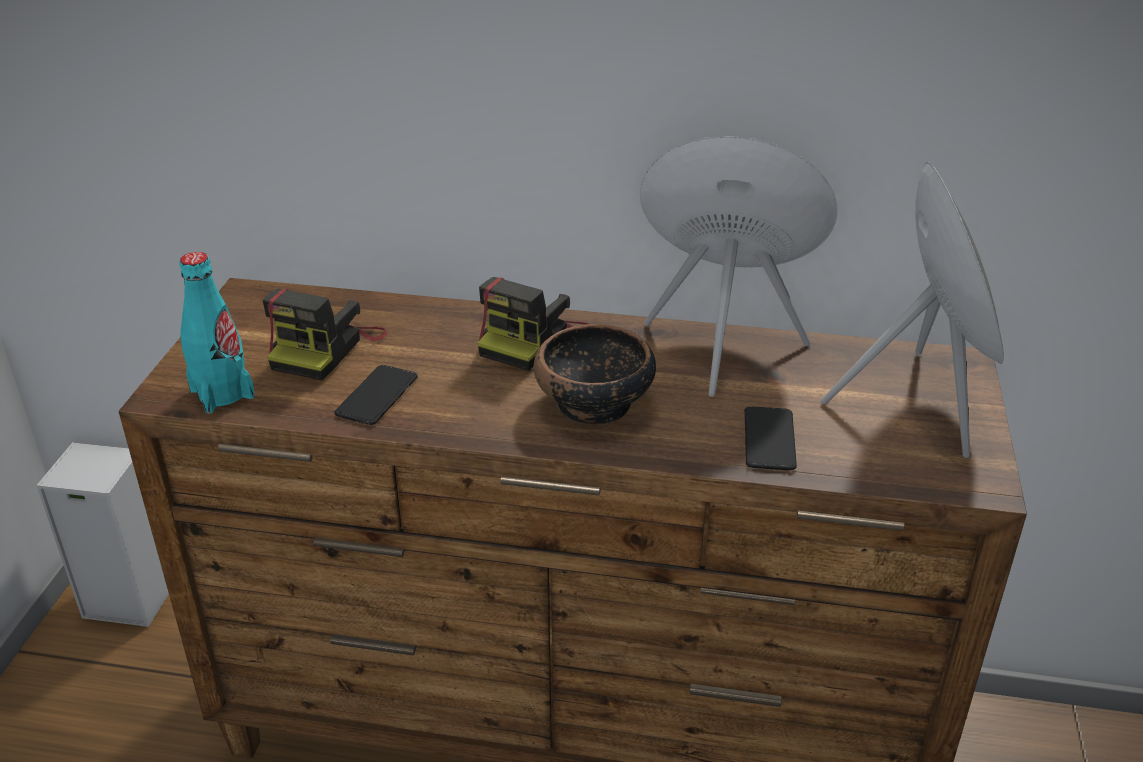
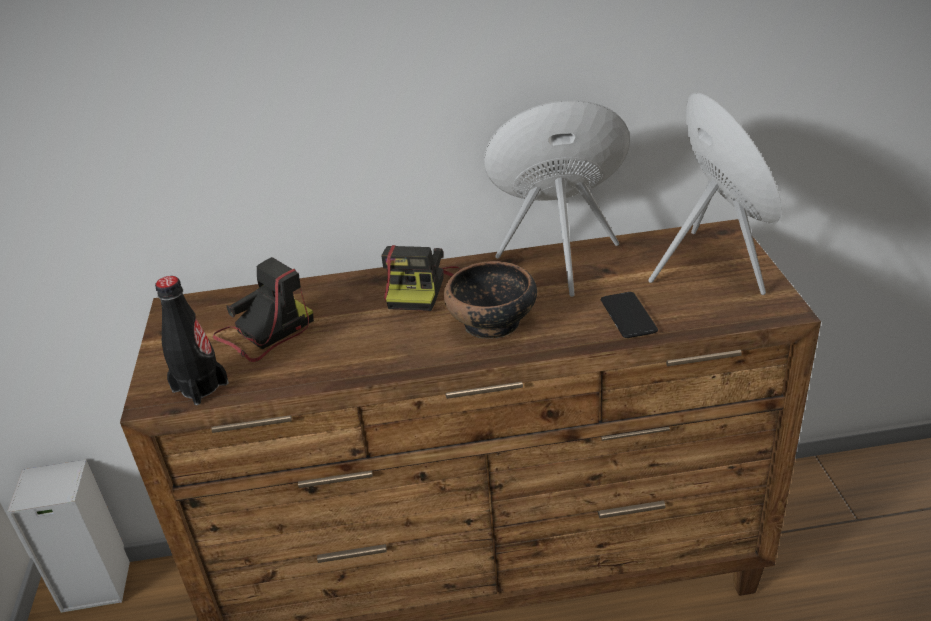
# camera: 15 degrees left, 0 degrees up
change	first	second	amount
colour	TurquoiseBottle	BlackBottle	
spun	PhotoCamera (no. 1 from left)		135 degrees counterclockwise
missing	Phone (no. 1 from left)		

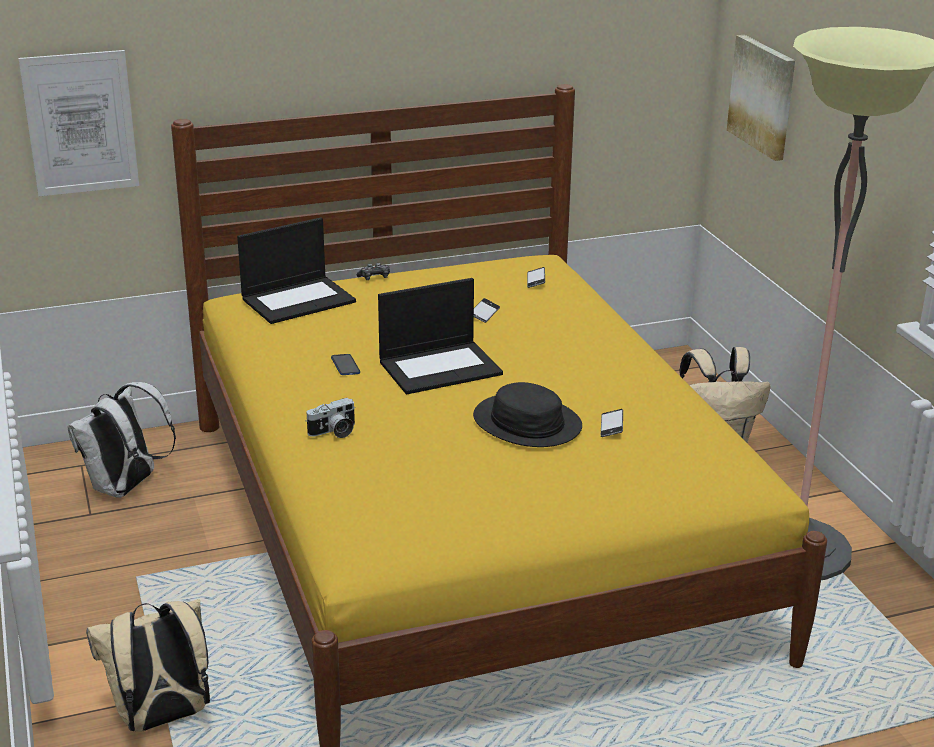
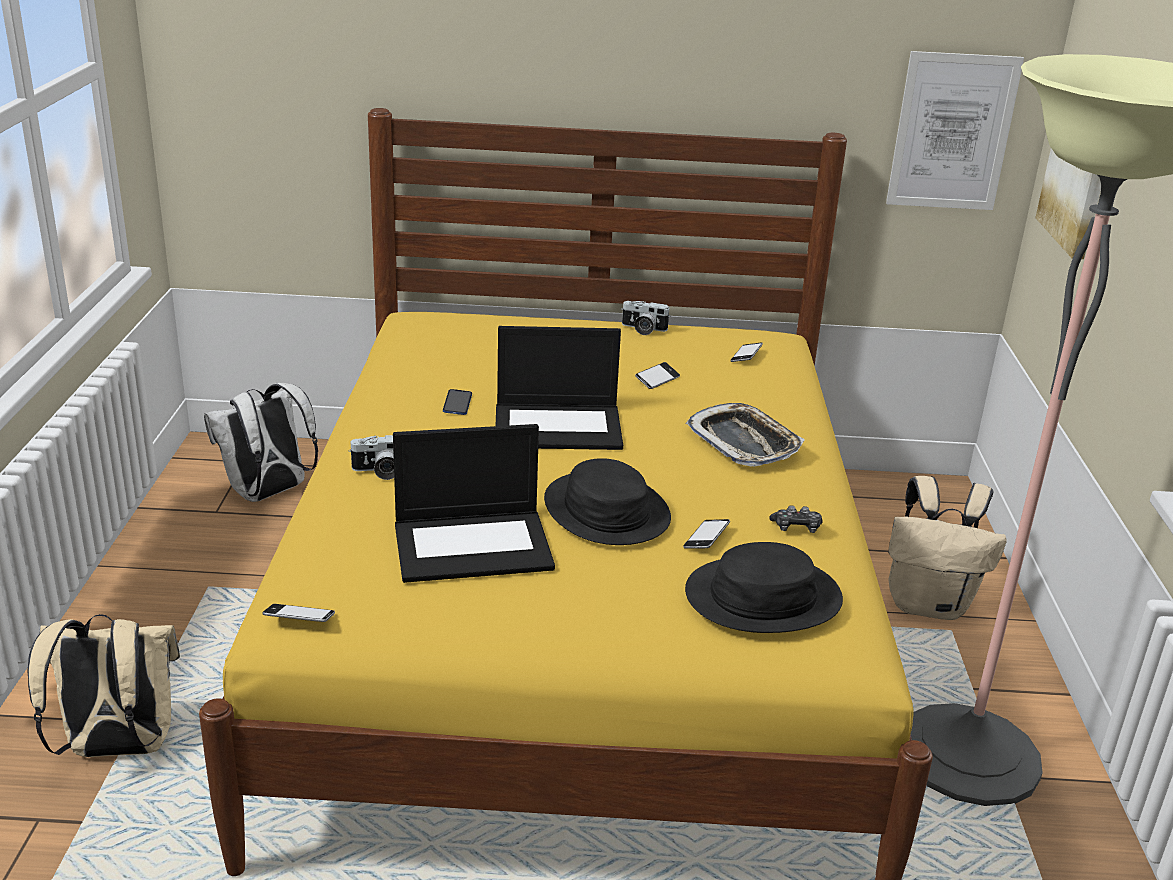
# camera: 20 degrees right, 0 degrees up
change	first	second	amount
relocated	Picture (no. 1 from left)		
relocated	Laptop (no. 1 from left)		
relocated	GameController		
appeared		PhotoCamera (no. 2 from left)	
appeared		Tray	
appeared		BlackHat (no. 2 from left)	
appeared		Phone (no. 1 from left)	

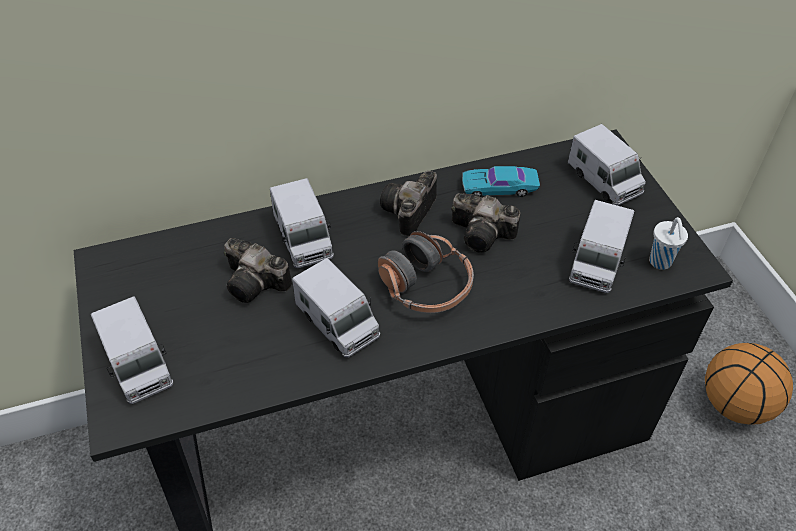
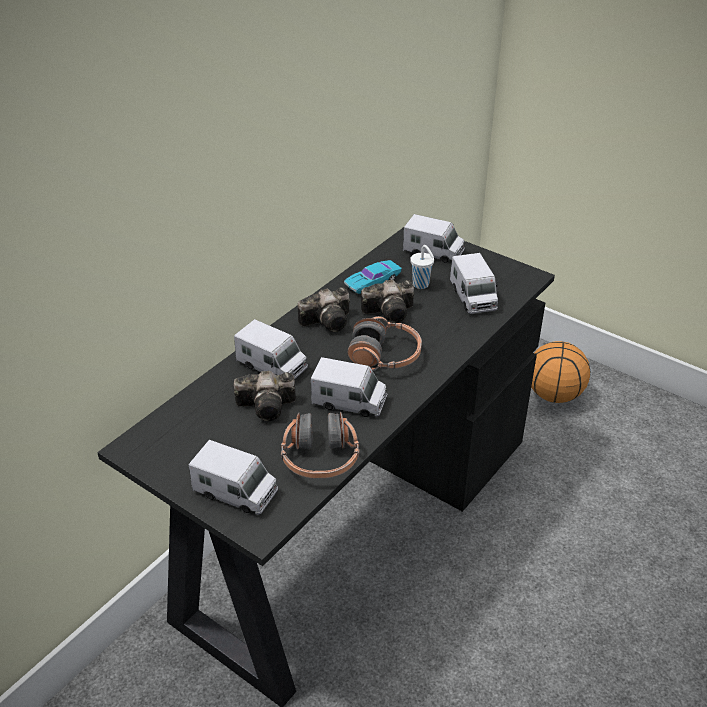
# camera: 35 degrees left, 10 degrees down
change	first	second	amount
spun	PhotoCamera (no. 2 from left)		105 degrees counterclockwise
relocated	WhiteCup		
appeared		Headphones (no. 1 from left)	

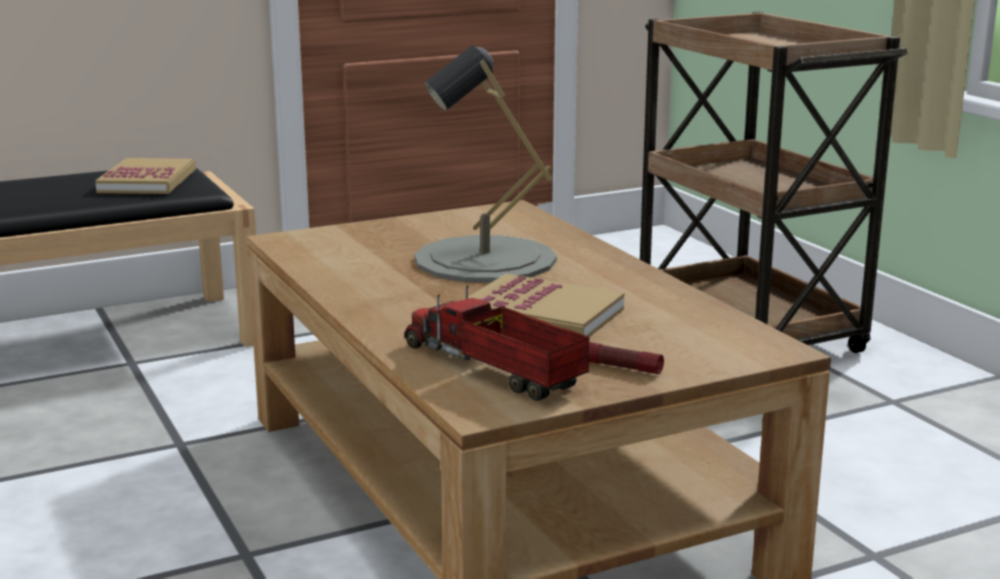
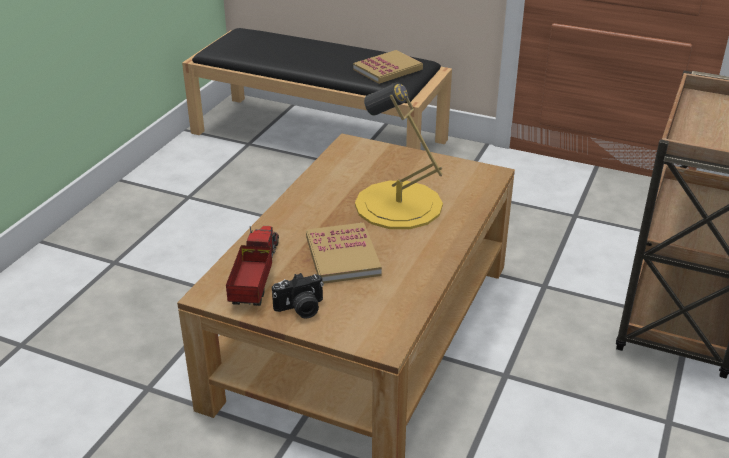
# camera: 50 degrees right, 15 degrees up
change	first	second	amount
colour	GreyTableLamp	YellowTableLamp	
exchanged	Flashlight	PhotoCamera	

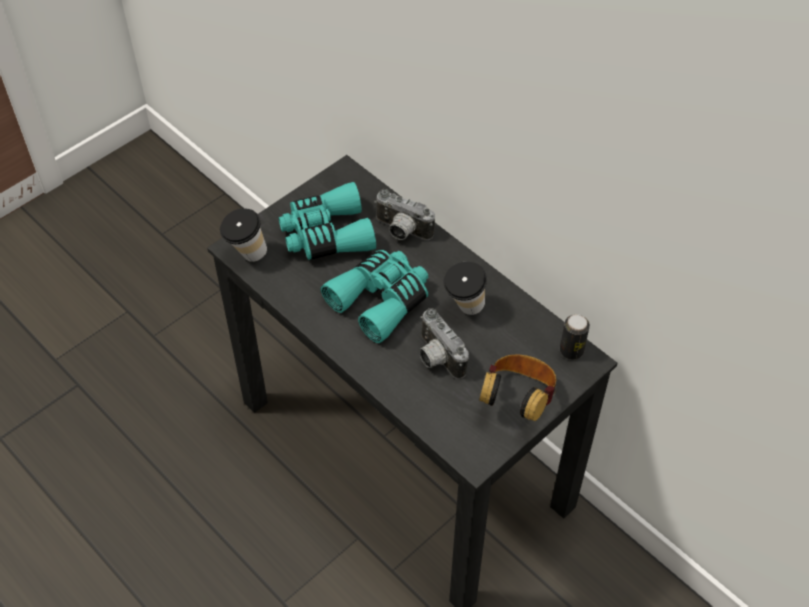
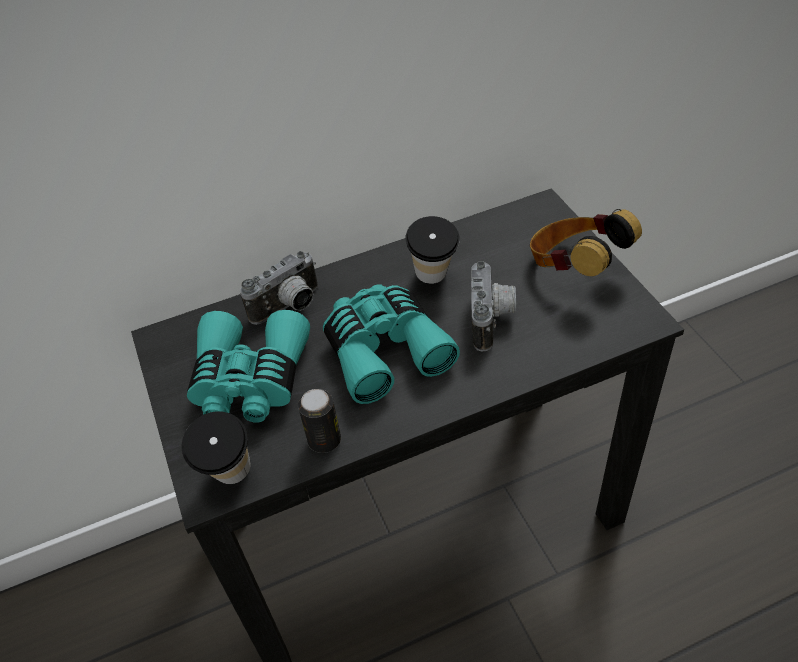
# camera: 65 degrees left, 5 degrees down
change	first	second	amount
spun	PhotoCamera (no. 2 from left)		75 degrees counterclockwise
relocated	Can		

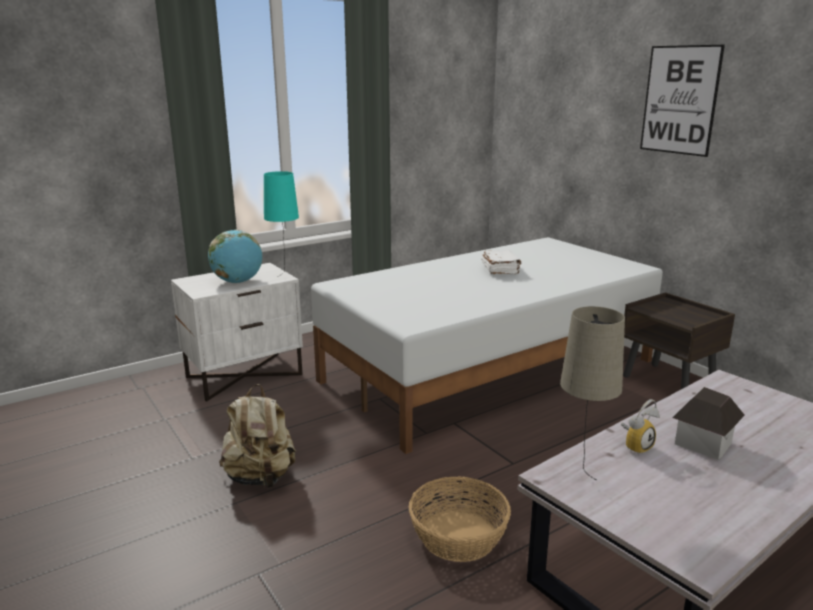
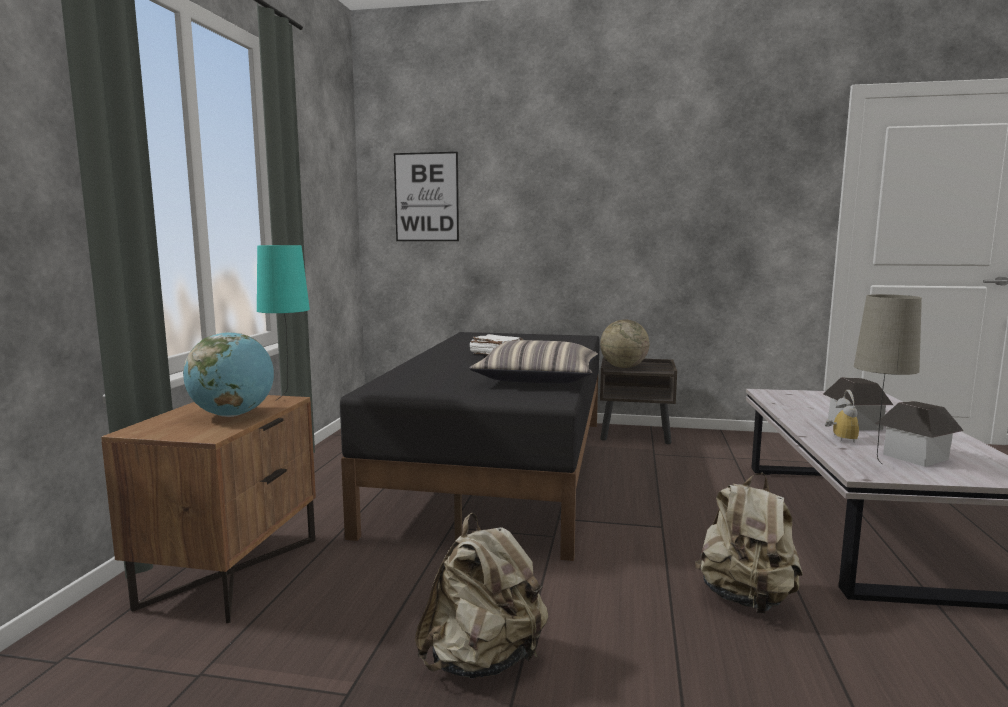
# camera: 45 degrees left, 10 degrees down
change	first	second	amount
relocated	Picture		
colour	WhiteBed	BlackBed	
colour	WhiteNightstand	BrownNightstand (no. 1 from left)	
exchanged	Basket	BeigeBackpack (no. 2 from left)	
appeared		Globe (no. 2 from left)	
appeared		Pillow	
appeared		ToyHouse (no. 2 from left)	

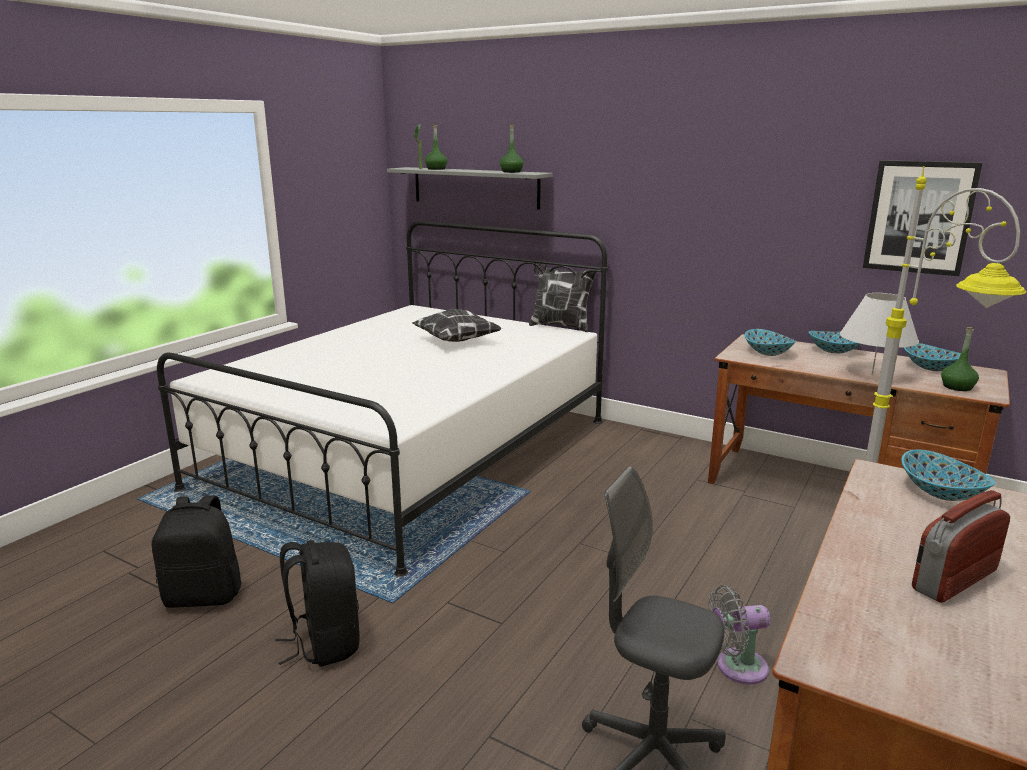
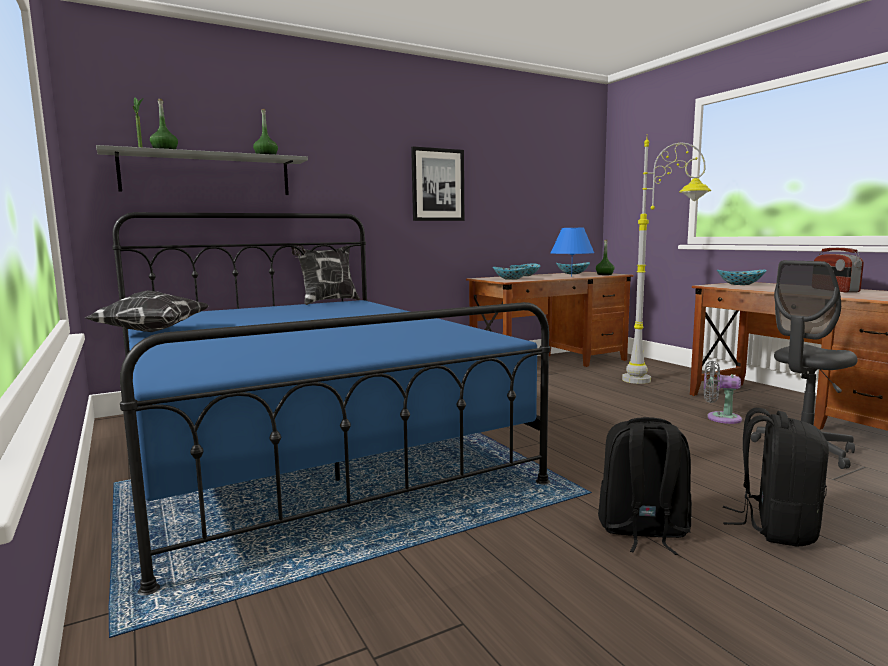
# camera: 60 degrees left, 10 degrees down
change	first	second	amount
relocated	Picture		
colour	WhiteBed	BlueBed	
colour	WhiteTableLamp	BlueTableLamp	
relocated	Pillow (no. 1 from left)		
relocated	BlackBackpack (no. 1 from left in the first image)	BlackBackpack (no. 2 from left)	
spun	GreyFan		90 degrees clockwise

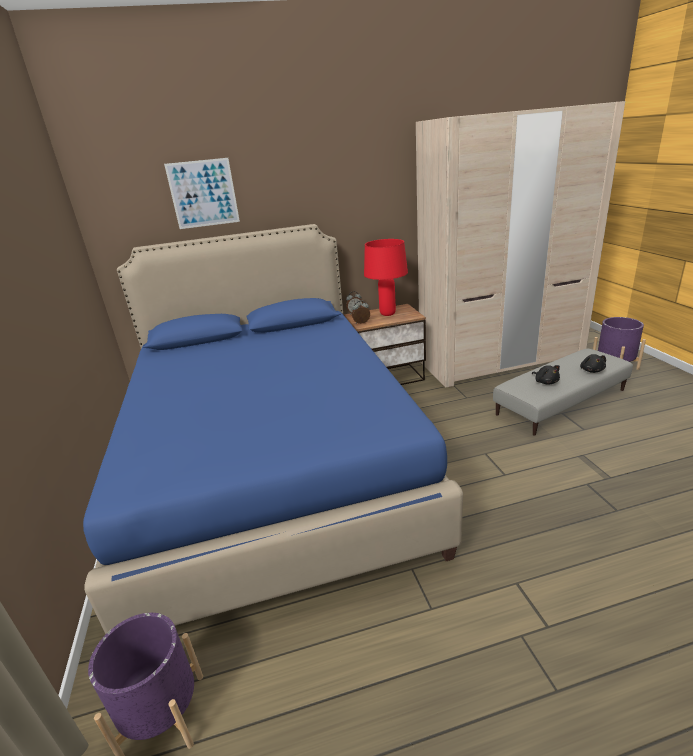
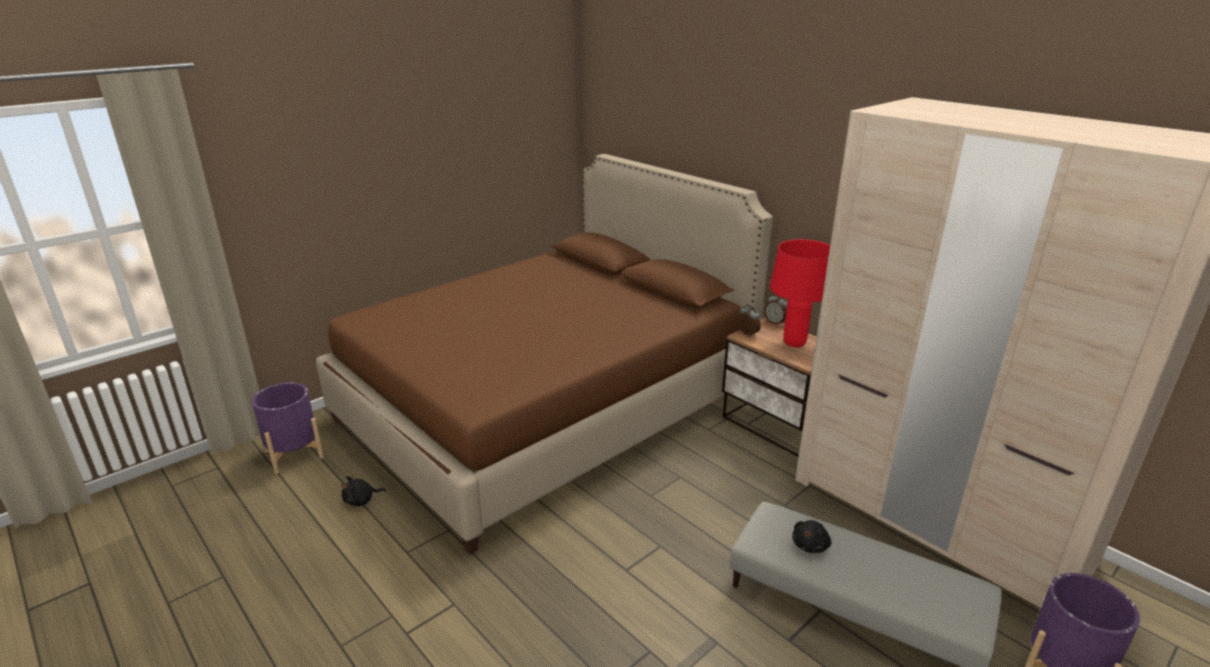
# camera: 60 degrees right, 0 degrees up
change	first	second	amount
missing	Picture		
colour	BlueBed	BrownBed	
relocated	BlackPlushToy (no. 2 from left in the first image)	BlackPlushToy (no. 1 from left)	

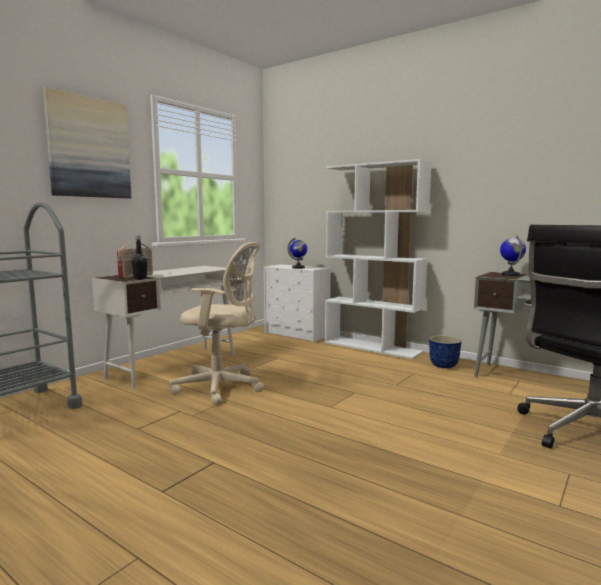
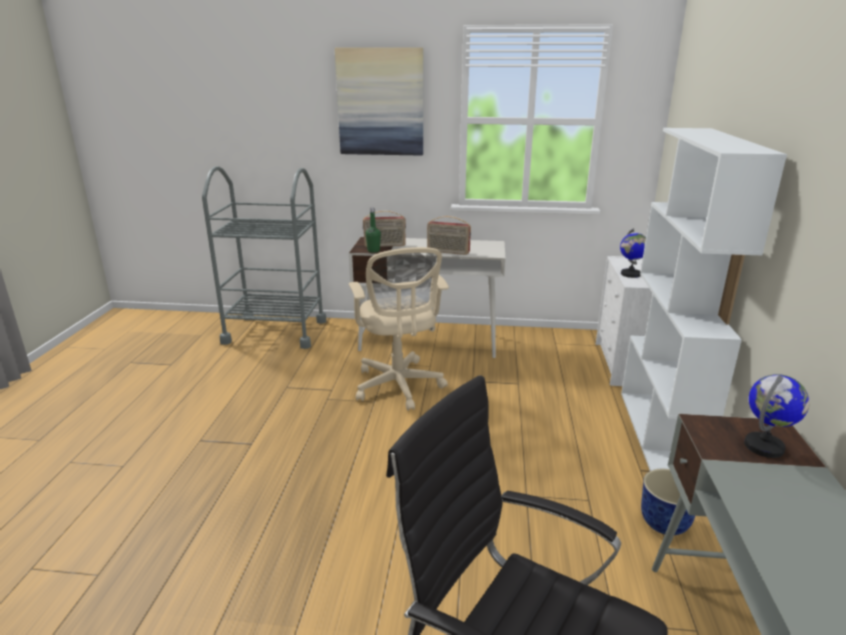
# camera: 60 degrees right, 15 degrees up
change	first	second	amount
colour	BlackBottle	GreenBottle	
appeared		Radio (no. 2 from left)	

